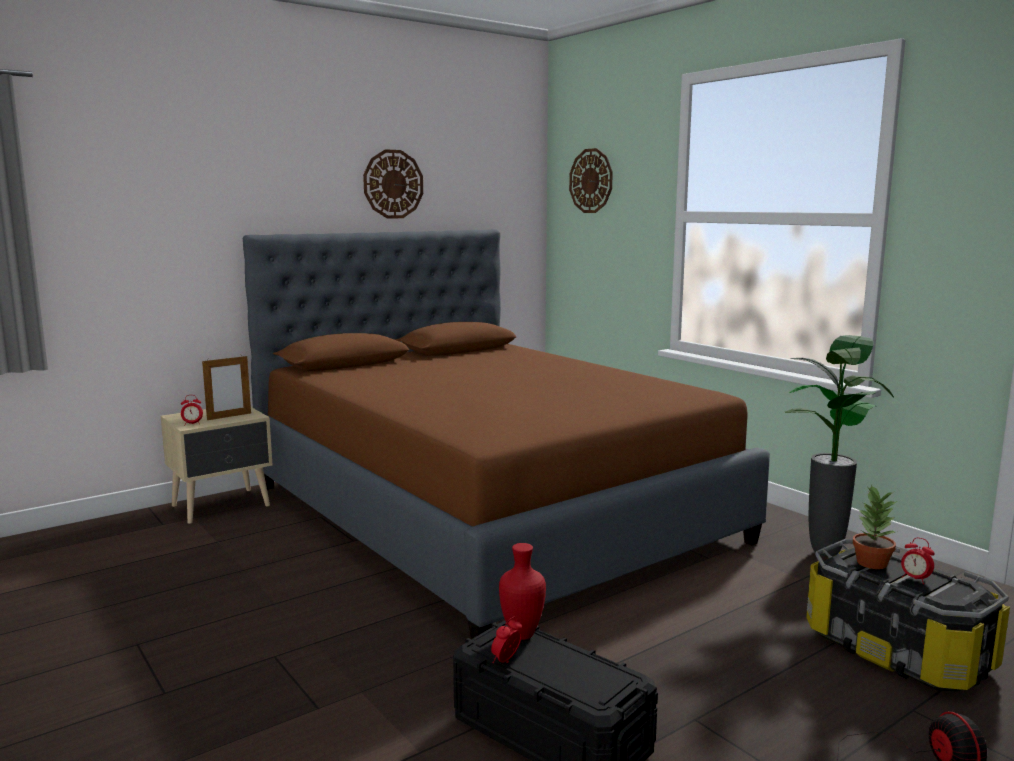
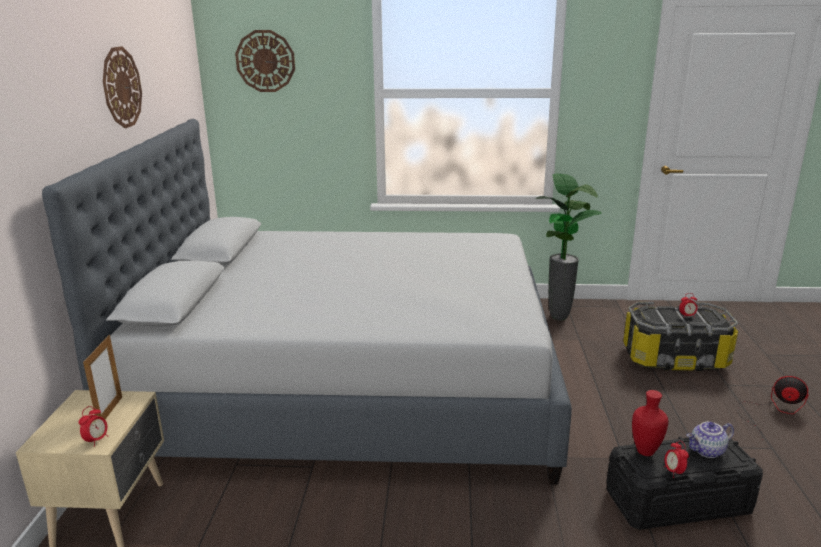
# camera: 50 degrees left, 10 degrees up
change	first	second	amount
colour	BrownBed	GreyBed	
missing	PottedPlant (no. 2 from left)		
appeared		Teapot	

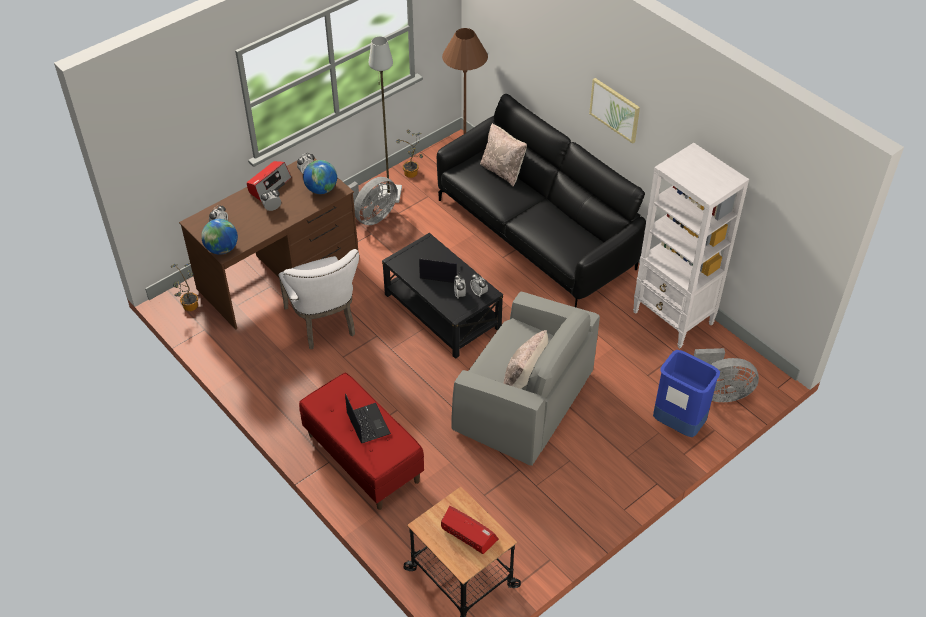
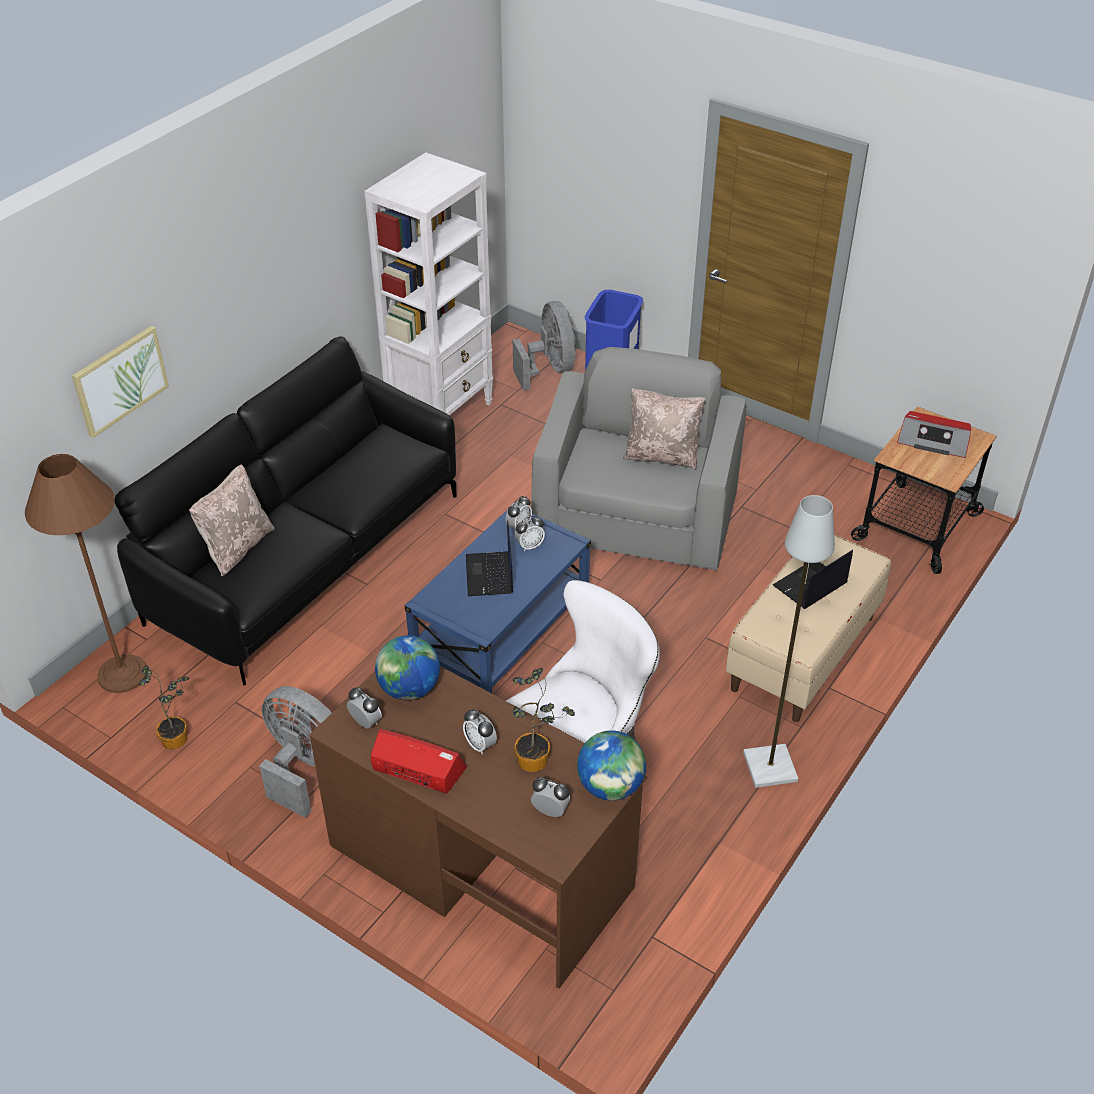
# camera: 105 degrees left, 5 degrees down
change	first	second	amount
relocated	GreyFloorLamp		
relocated	Picture		
colour	BlackCoffeeTable	BlueCoffeeTable	
relocated	PottedPlant (no. 1 from left in the first image)	PottedPlant (no. 2 from left)	
colour	RedBench	BeigeBench	
spun	Radio (no. 2 from left)		90 degrees counterclockwise

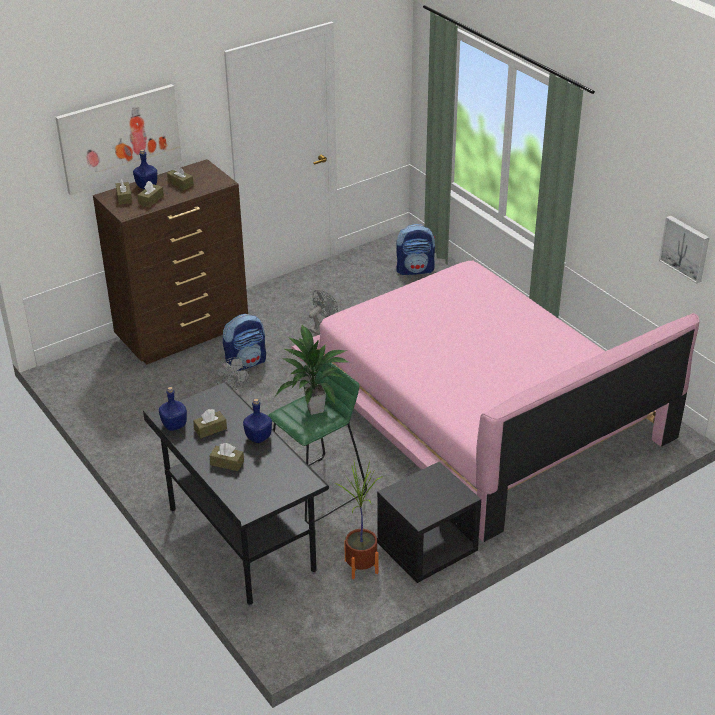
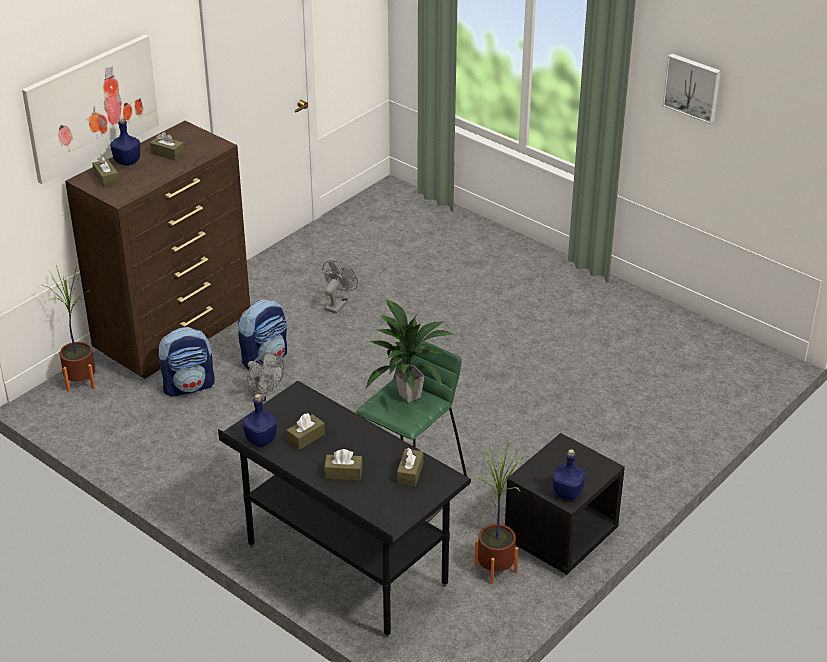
# camera: 15 degrees left, 0 degrees up
change	first	second	amount
relocated	BrownTissueBox (no. 2 from left in the first image)	BrownTissueBox (no. 5 from left)	
relocated	Picture (no. 2 from left)		
relocated	Backpack (no. 2 from left in the first image)	Backpack (no. 1 from left)	
missing	PinkBed		
relocated	BlueBottle (no. 3 from left)		
appeared		PottedPlant (no. 1 from left)	

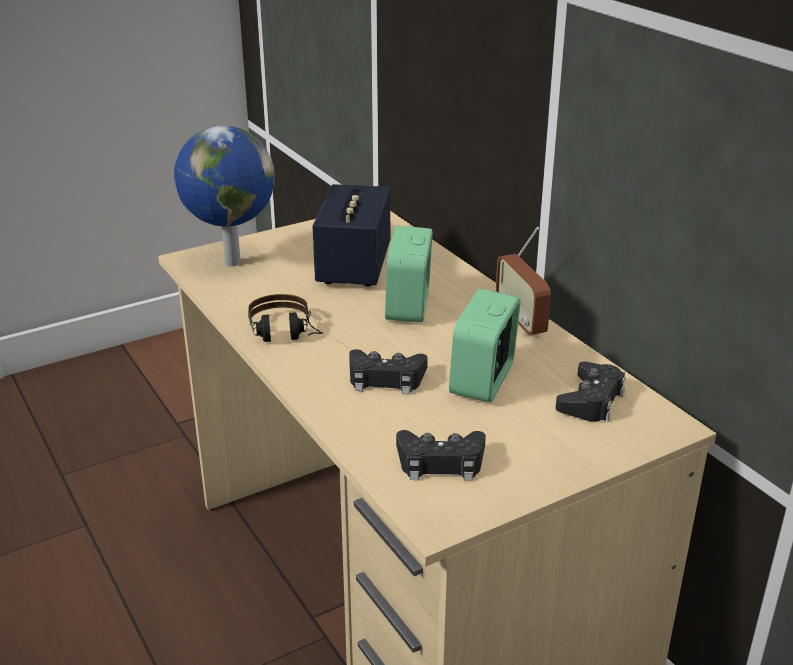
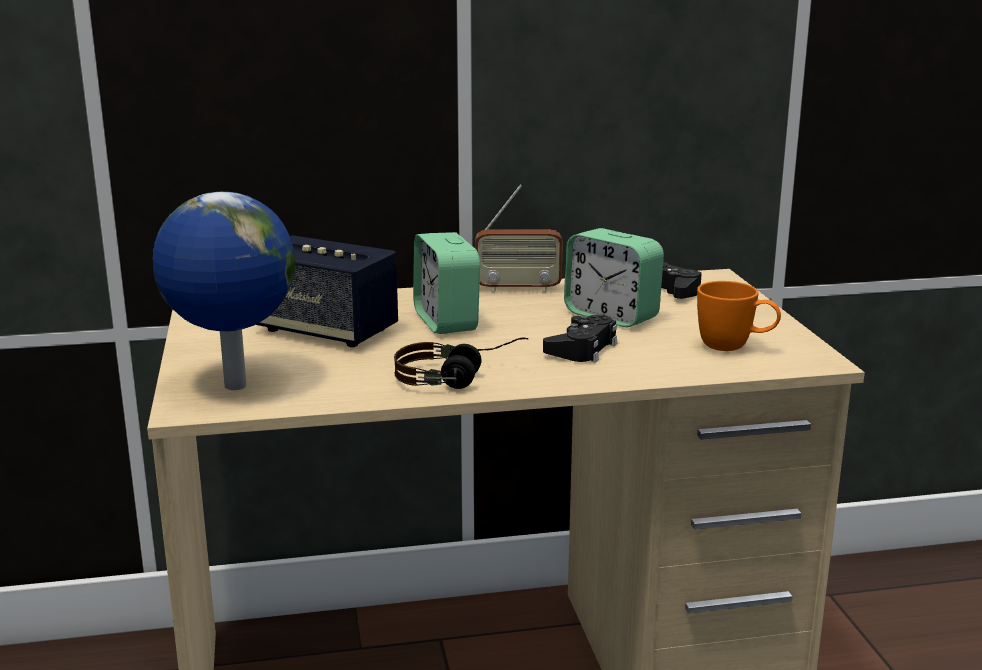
# camera: 70 degrees left, 10 degrees down
change	first	second	amount
spun	AlarmClock (no. 1 from left)		45 degrees clockwise
exchanged	BlackGameController (no. 2 from left)	OrangeMug	

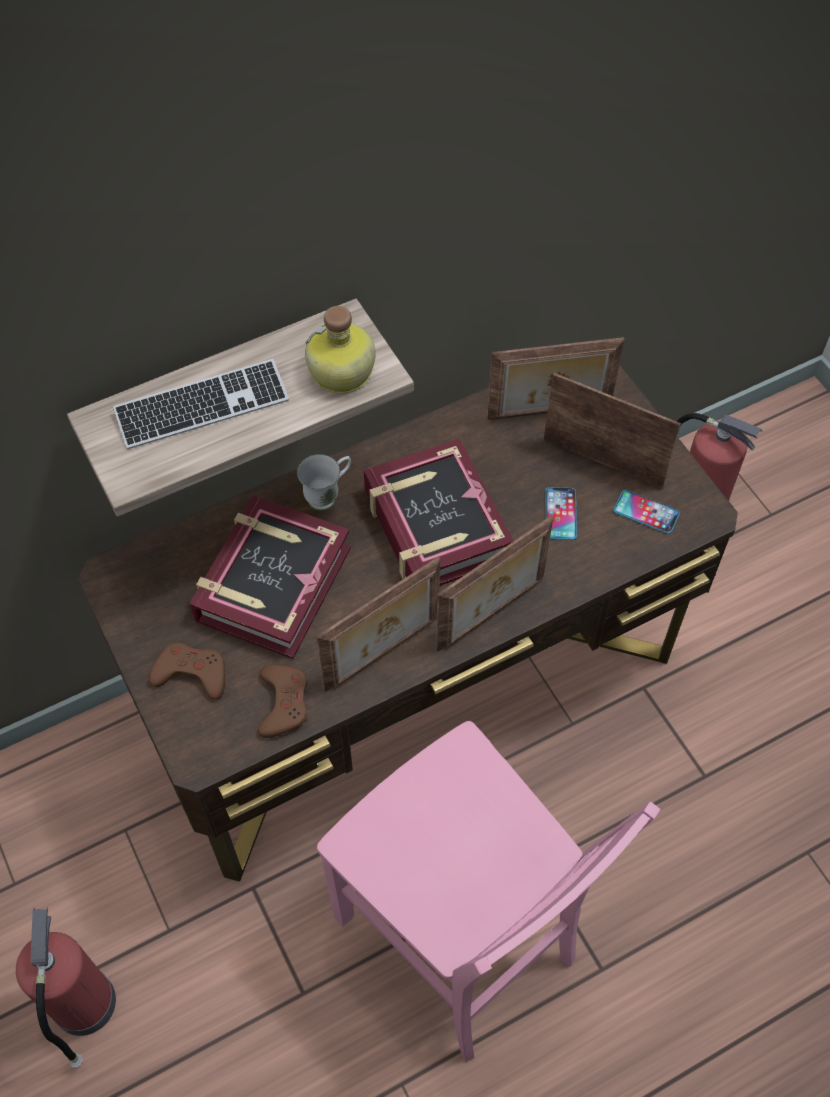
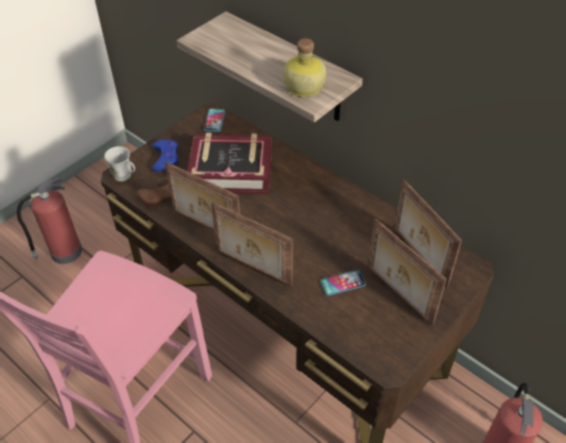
# camera: 70 degrees right, 10 degrees down
change	first	second	amount
missing	Keyboard		
spun	PictureFrame (no. 4 from left in the first image)	PictureFrame (no. 3 from left)	135 degrees clockwise
missing	Book (no. 2 from left)		
relocated	WhiteMug		
relocated	Phone (no. 2 from left in the first image)	Phone (no. 1 from left)	
colour	BrownGameController (no. 1 from left)	BlueGameController	

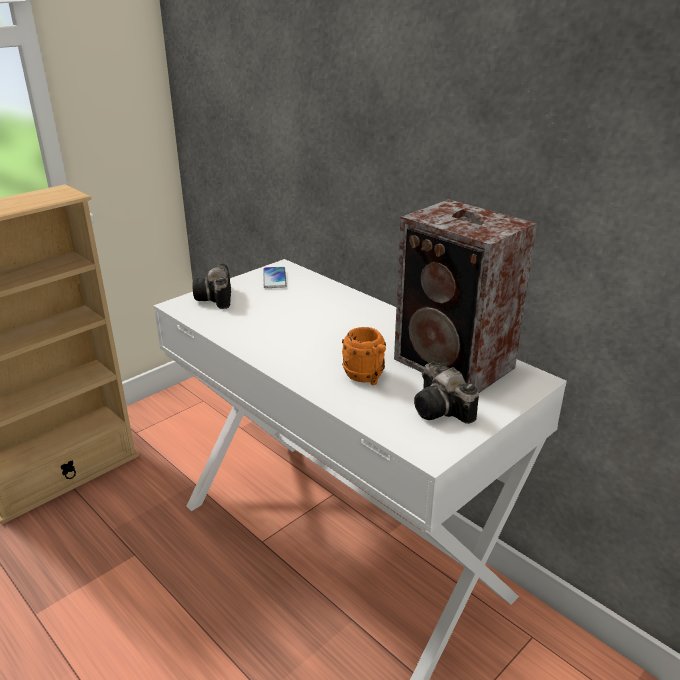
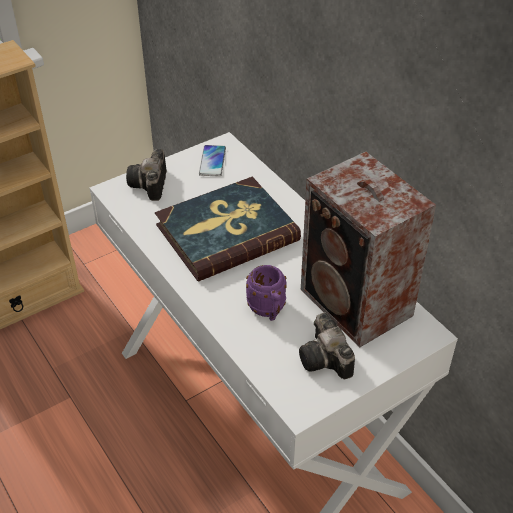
# camera: 10 degrees right, 15 degrees up
change	first	second	amount
colour	OrangeMug	PurpleMug	
appeared		Book	

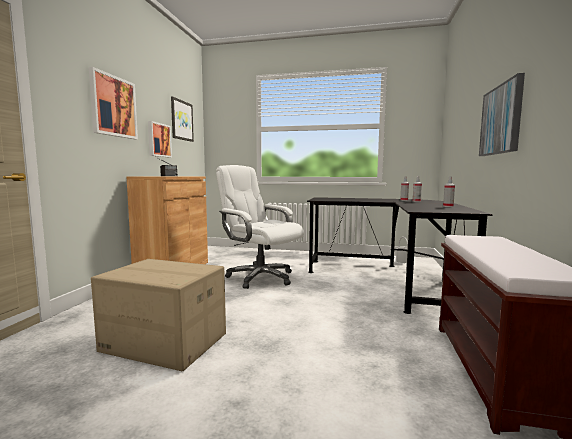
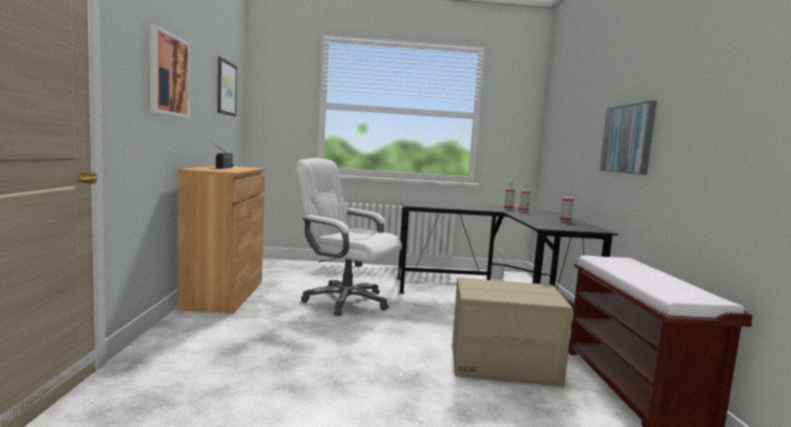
# camera: 15 degrees left, 0 degrees up
change	first	second	amount
missing	Picture (no. 2 from left)		
relocated	CardboardBox		

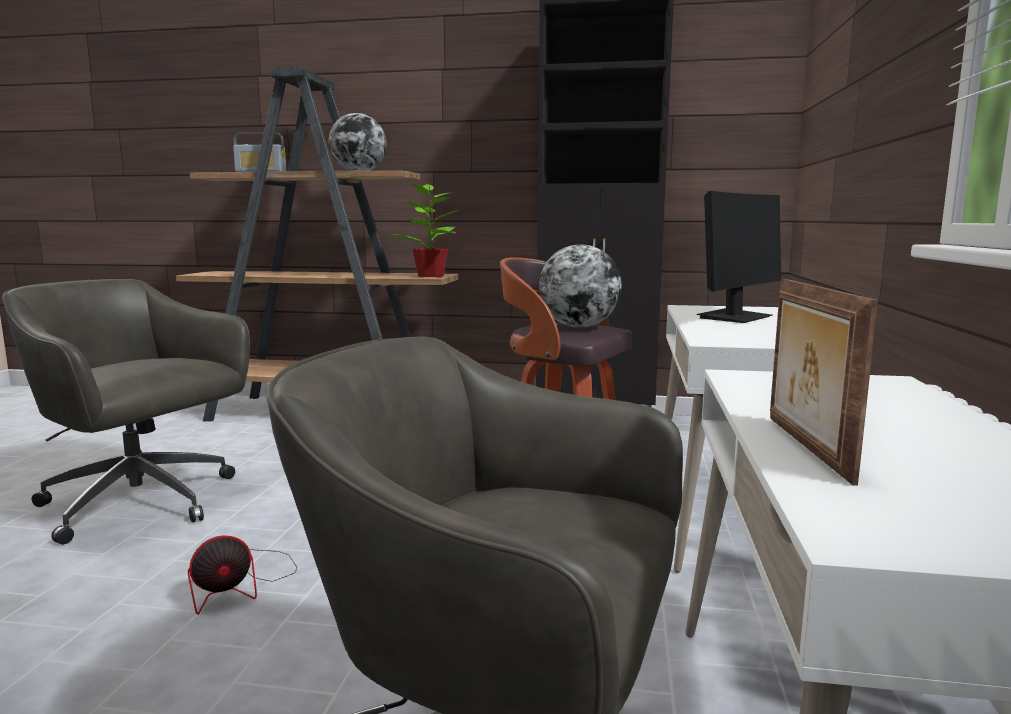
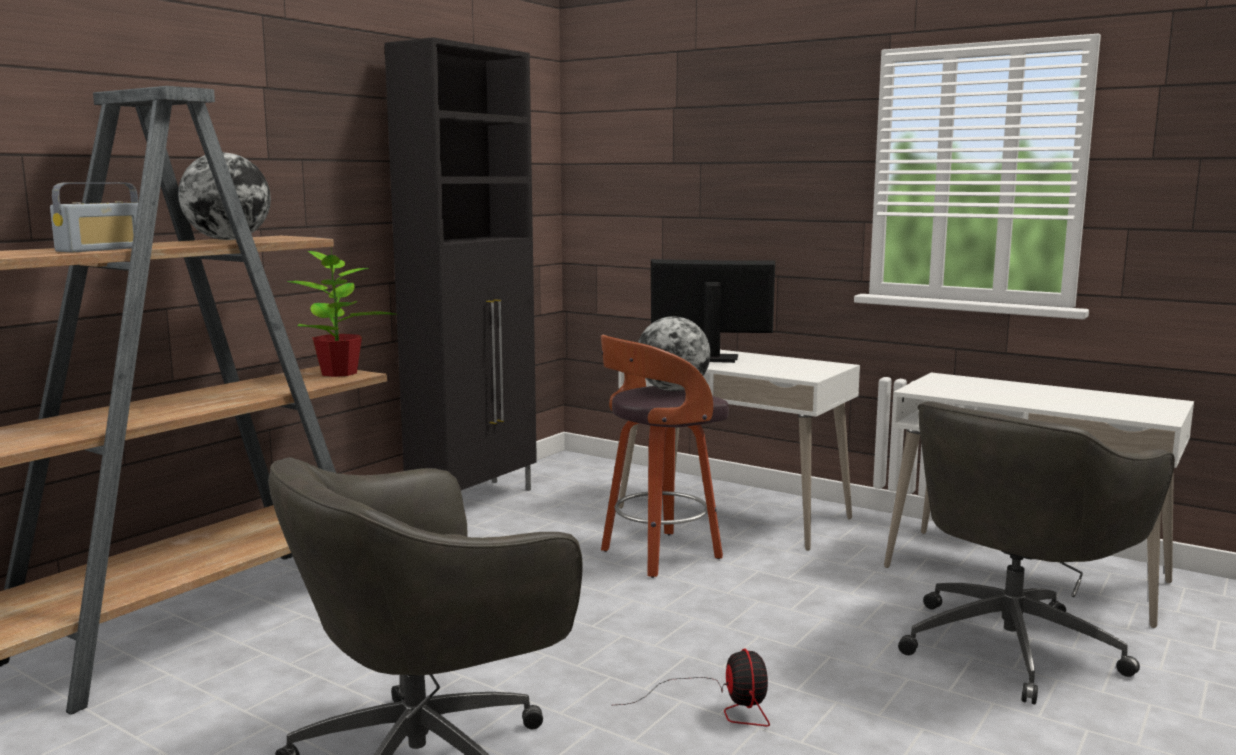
# camera: 65 degrees left, 0 degrees up
change	first	second	amount
spun	Monitor		60 degrees counterclockwise
missing	PictureFrame		

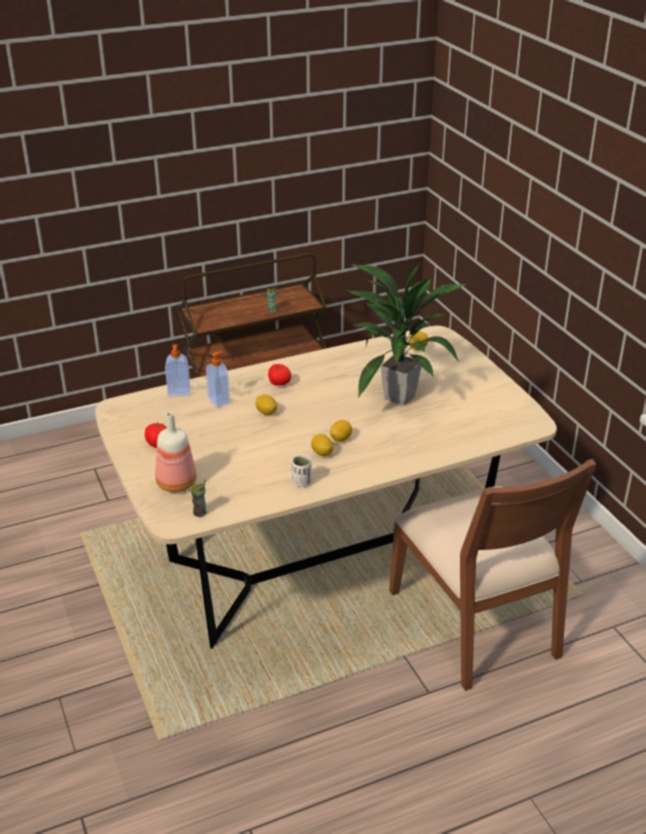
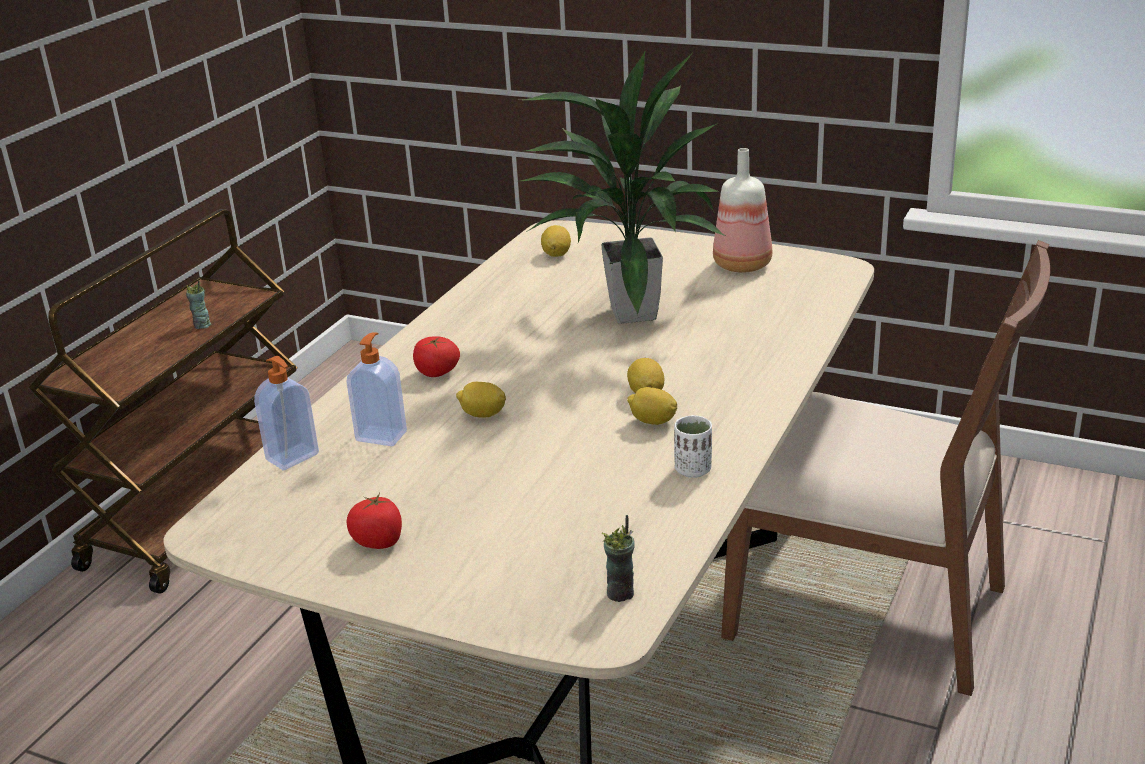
# camera: 40 degrees left, 5 degrees down
change	first	second	amount
relocated	Bottle		

